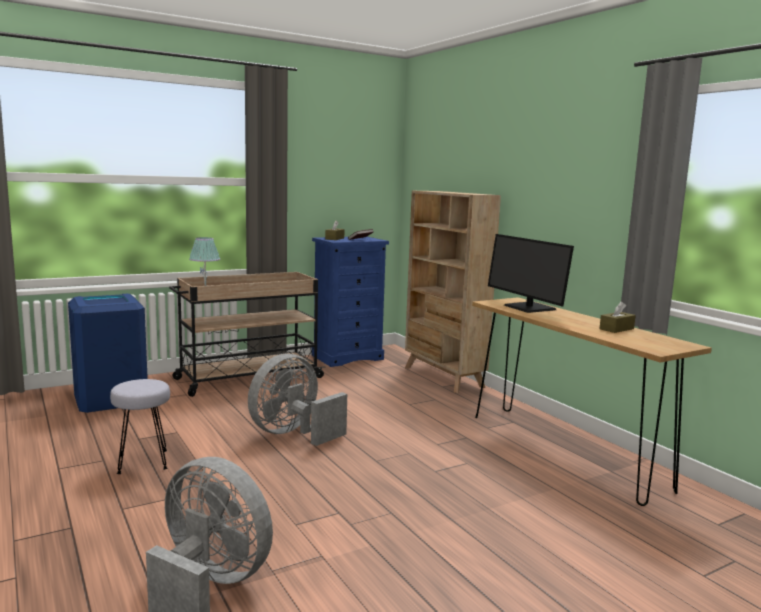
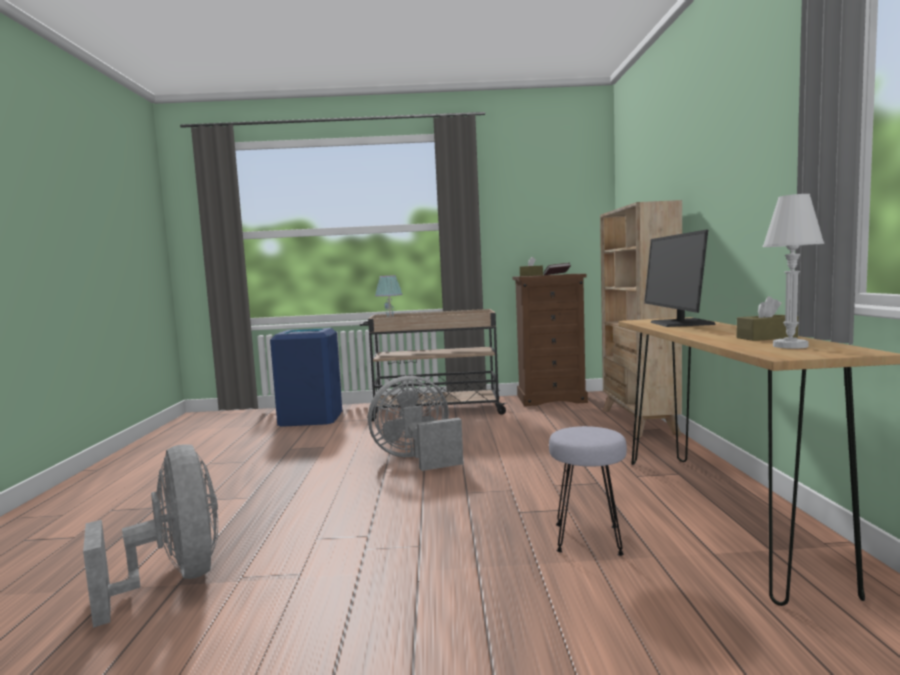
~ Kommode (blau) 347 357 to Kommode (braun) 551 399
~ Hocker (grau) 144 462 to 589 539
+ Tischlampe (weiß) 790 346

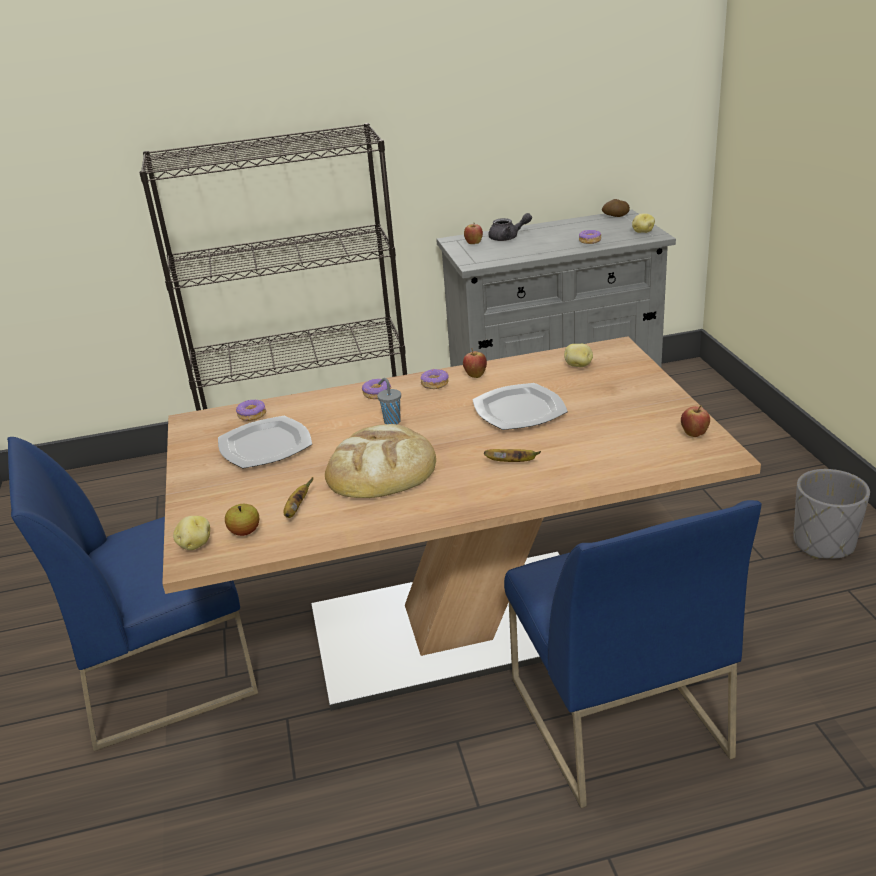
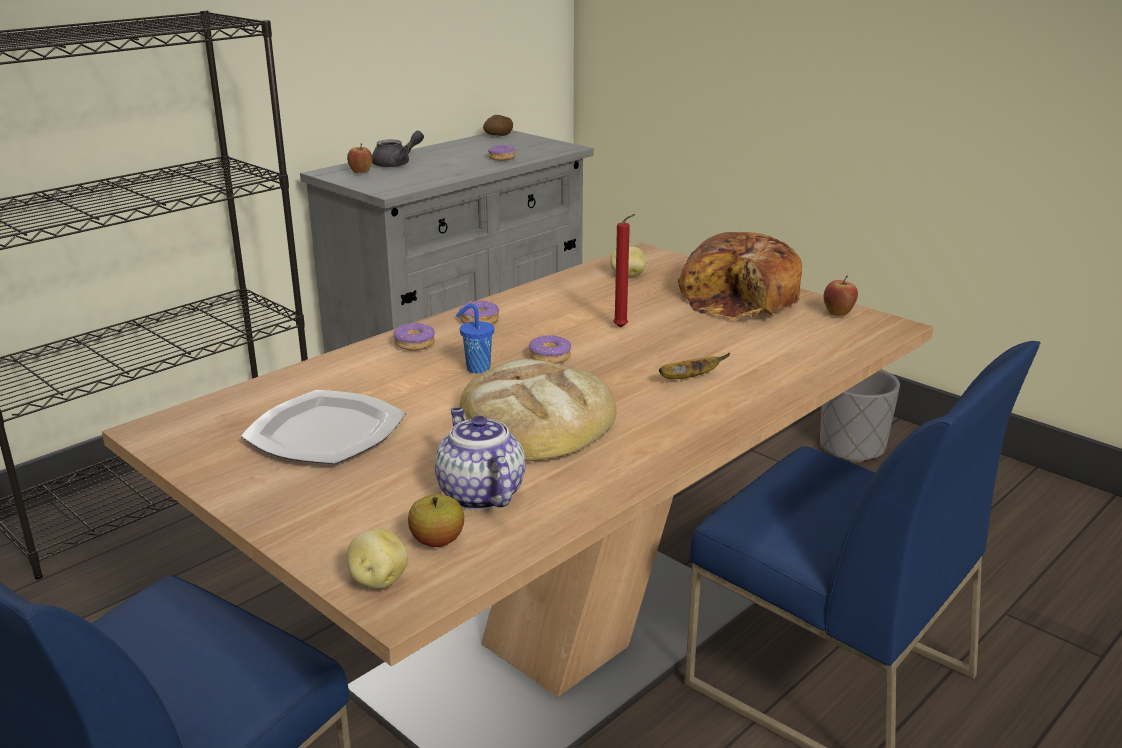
- Kartoffel 642 232
- Apfel 475 376
~ Tasse (grau) 391 421 to Tasse (blau) 476 369
~ Teller 519 410 to Kerze (rot) 622 328
~ Donut 252 415 to 550 357
~ Banane 296 509 to Teekanne 479 494
+ Brot 742 300

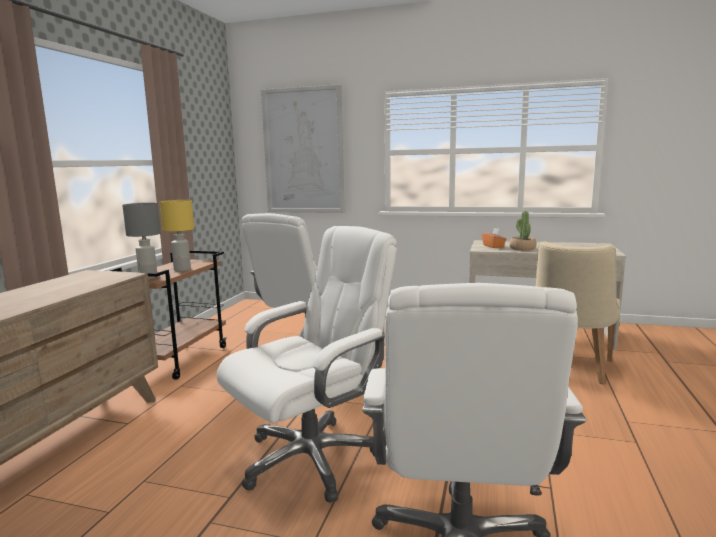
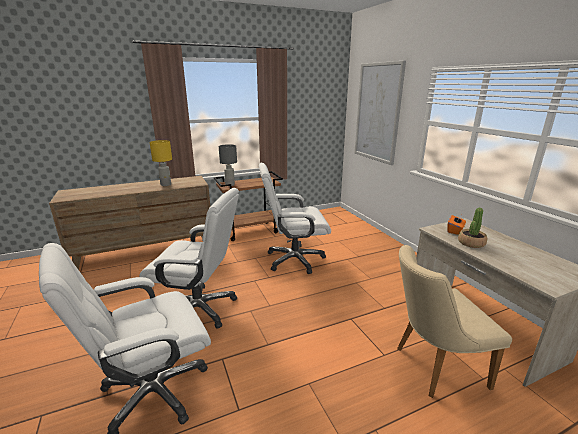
~ Tischlampe (gelb) 182 269 to 166 184

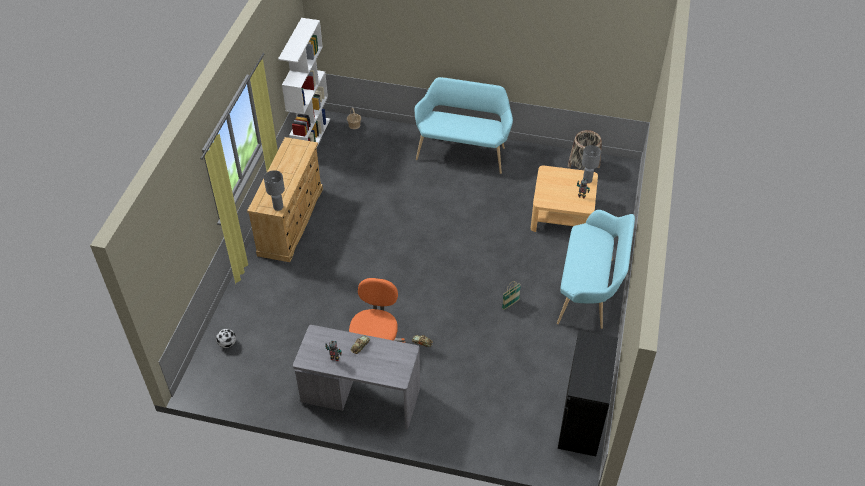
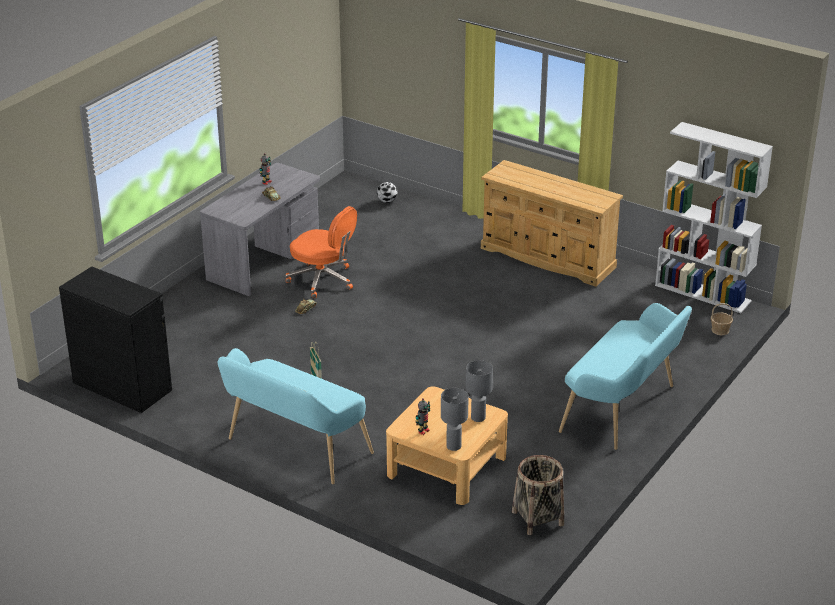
~ Tischlampe (grau) 278 207 to 478 418

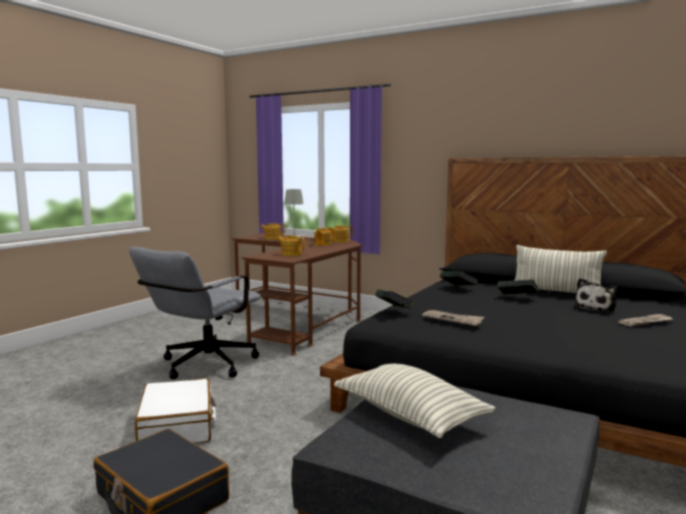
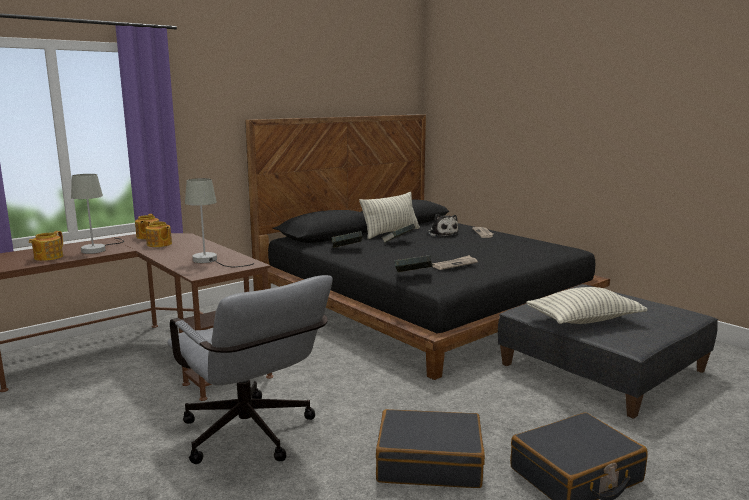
~ Teekanne 290 254 to Tischlampe (grau) 210 261
~ Koffer (weiß) 177 426 to Koffer (schwarz) 429 462

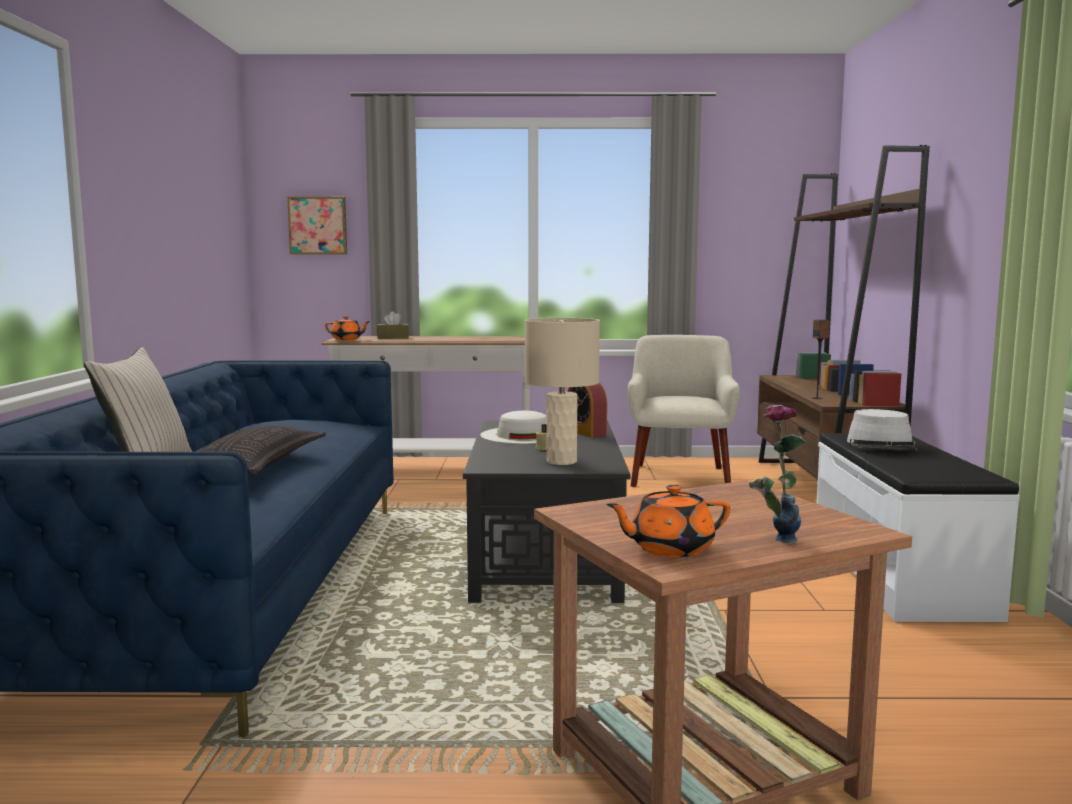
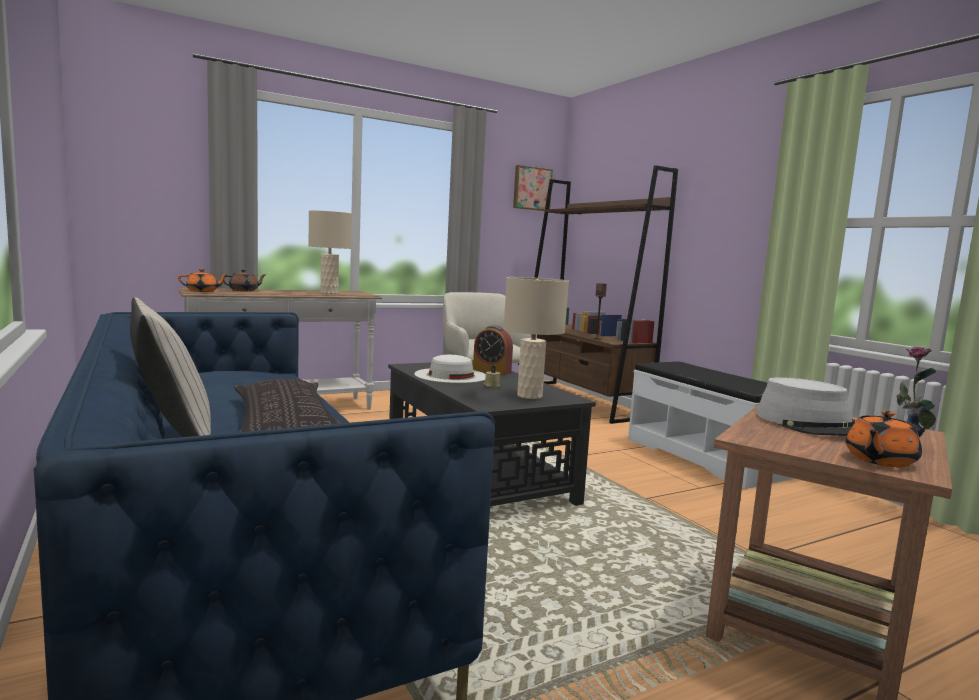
~ Bild 318 225 to 531 188
~ Taschentuchbox (braun) 393 337 to Teekanne (braun) 244 290
~ Hut (grau) 881 445 to 811 425
+ Tischlampe (beige) 329 293

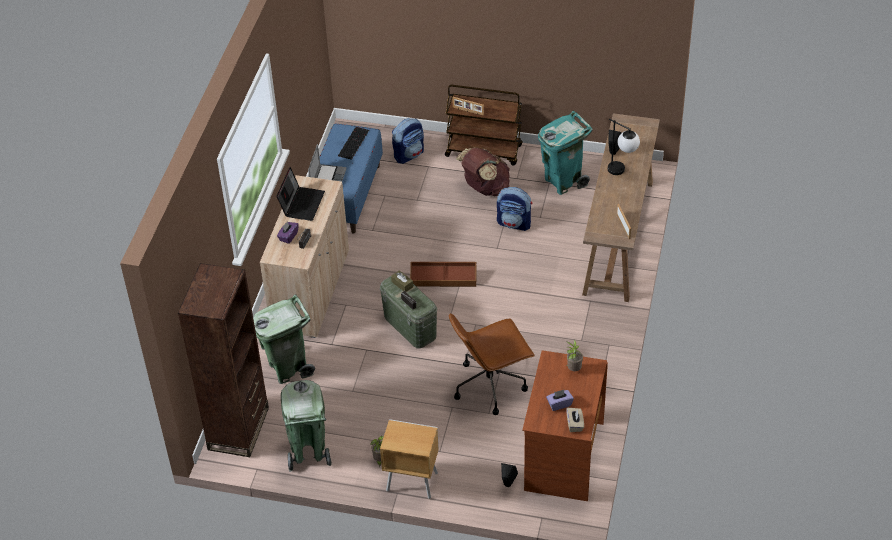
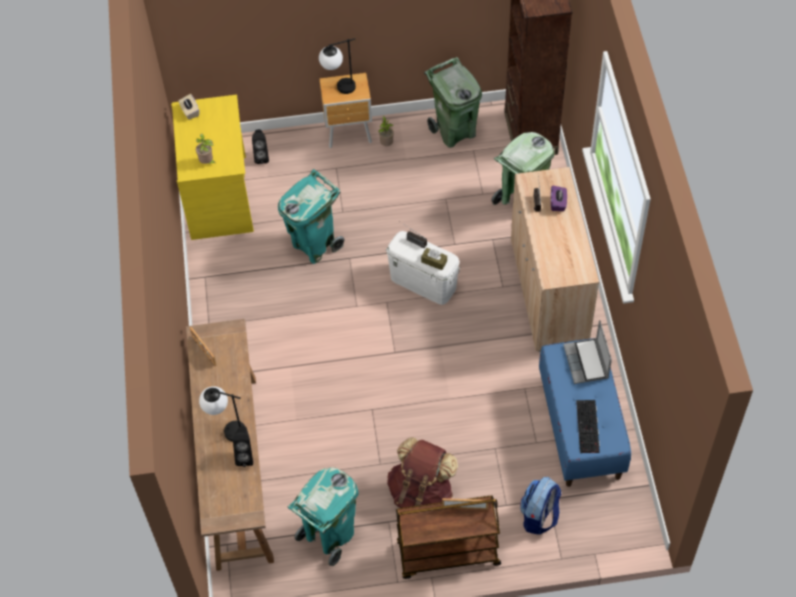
- Laptop 302 203
- Rucksack 514 223
- Aufbewahrungsbox (braun) 443 279
~ Aufbewahrungsbox (grün) 409 326 to Aufbewahrungsbox (weiß) 423 282
~ Bürostuhl (braun) 490 385 to Mülleimer (türkis) 314 245
~ Schreibtisch (braun) 563 456 to Schreibtisch (gelb) 220 197
- Taschentuchbox (lila) 559 404
+ Tischlampe 339 89

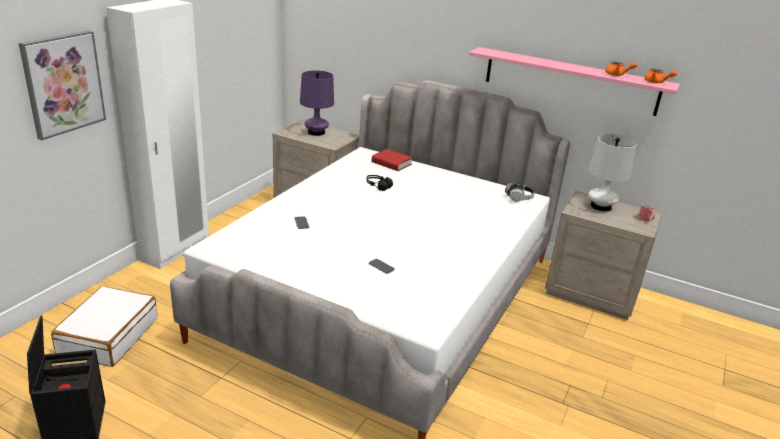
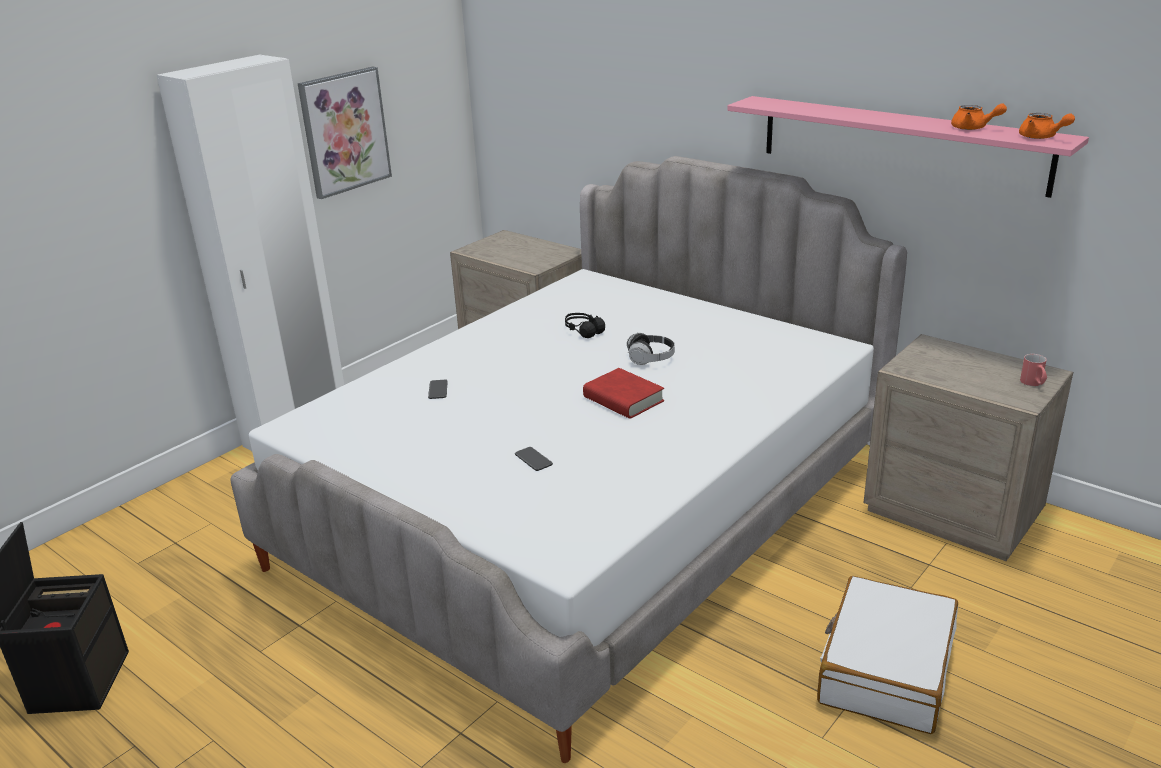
~ Bild 63 83 to 344 132
- Tischlampe (lila) 316 132
- Tischlampe (weiß) 600 206
~ Buch (rot) 391 163 to 623 399
~ Kopfhörer 519 198 to 650 359
~ Koffer (weiß) 108 336 to 885 669

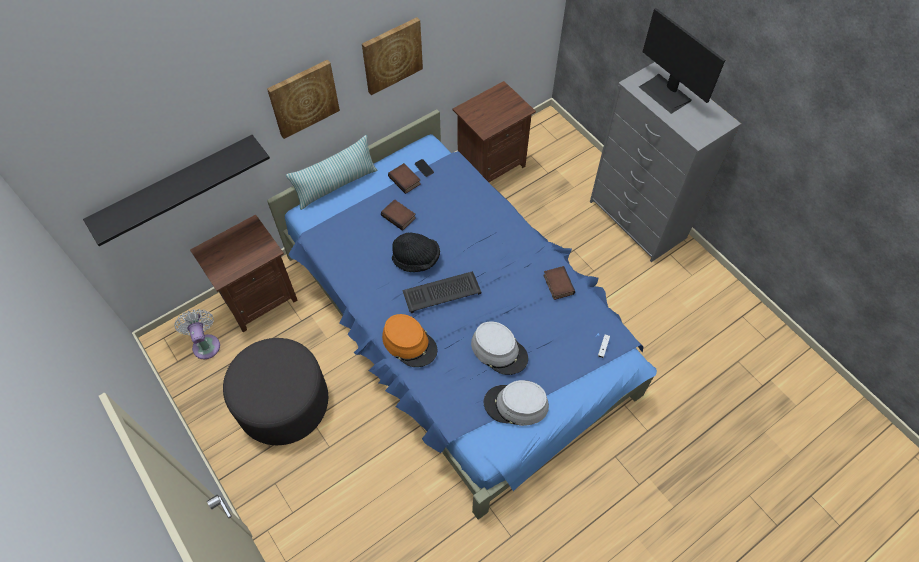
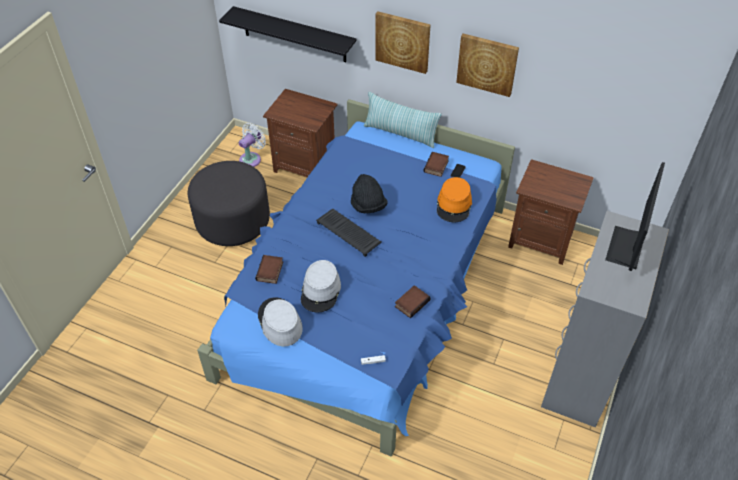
~ Buch 399 216 to 270 272
~ Hut (orange) 409 343 to 454 205

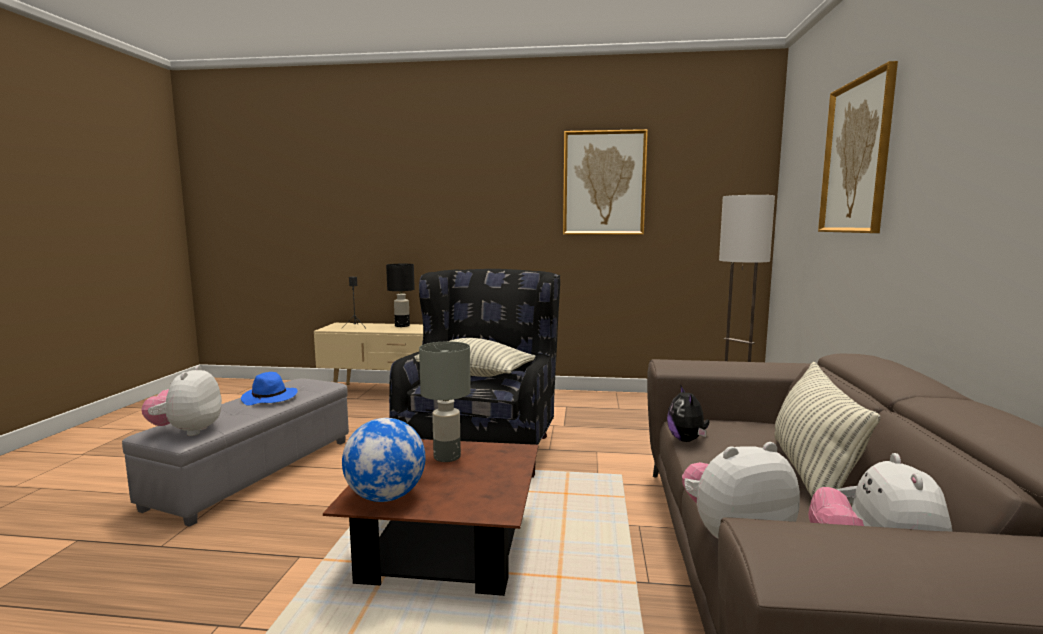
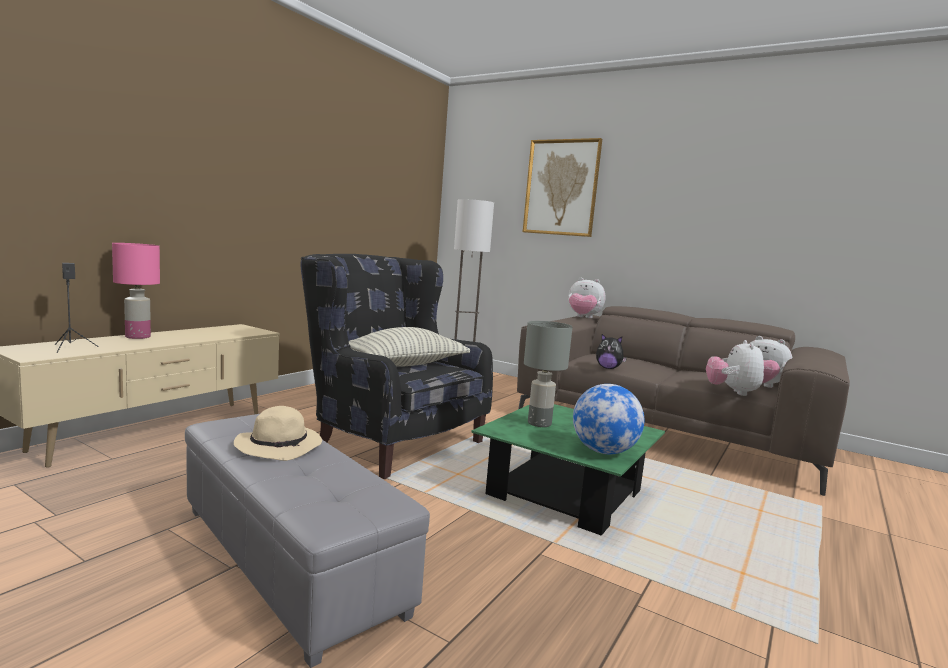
- Bild 604 183
~ Tischlampe (schwarz) 402 326 to Tischlampe (rosa) 137 337
- Kissen 811 474
~ Plüschtier 187 431 to 583 317
~ Hut (blau) 270 399 to Hut (beige) 280 446
~ Couchtisch (braun) 446 546 to Couchtisch (grün) 565 493

